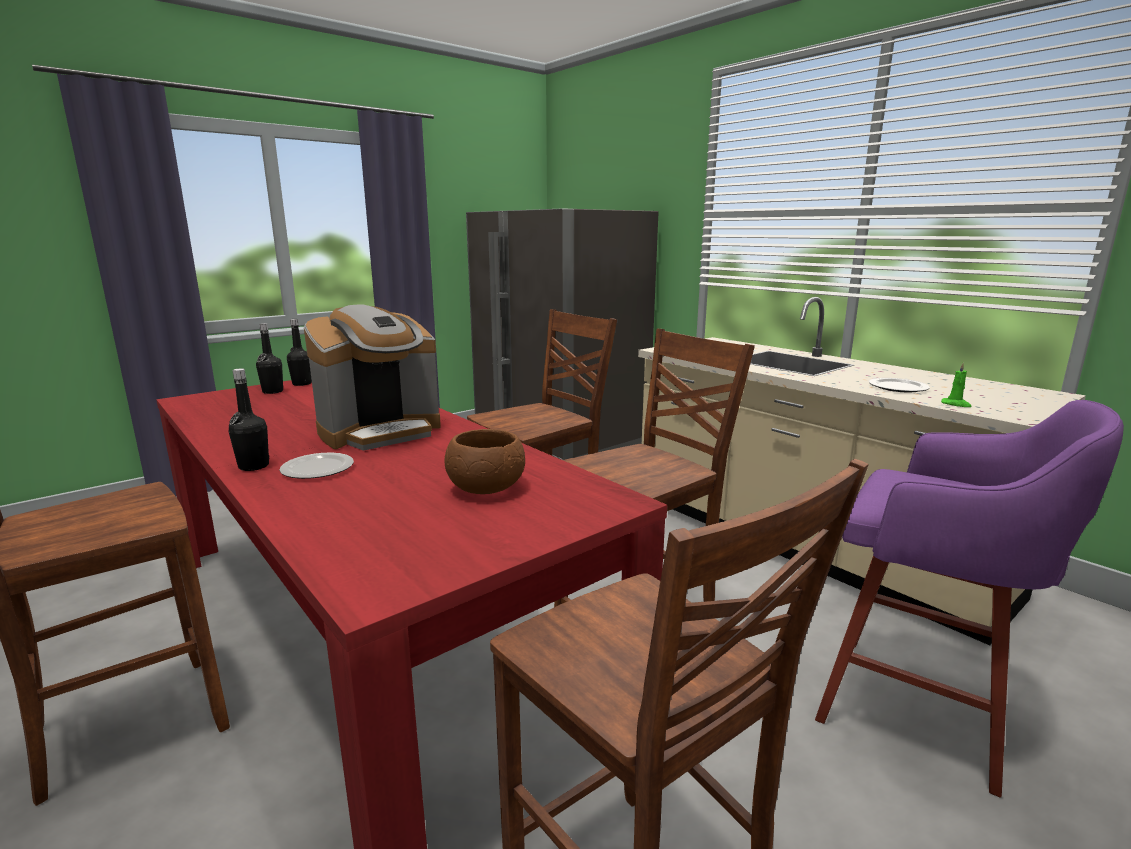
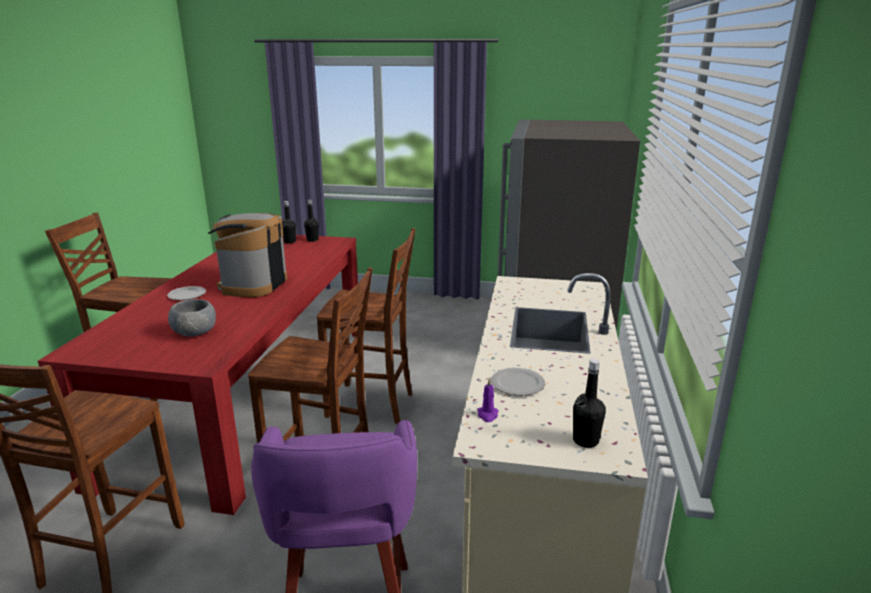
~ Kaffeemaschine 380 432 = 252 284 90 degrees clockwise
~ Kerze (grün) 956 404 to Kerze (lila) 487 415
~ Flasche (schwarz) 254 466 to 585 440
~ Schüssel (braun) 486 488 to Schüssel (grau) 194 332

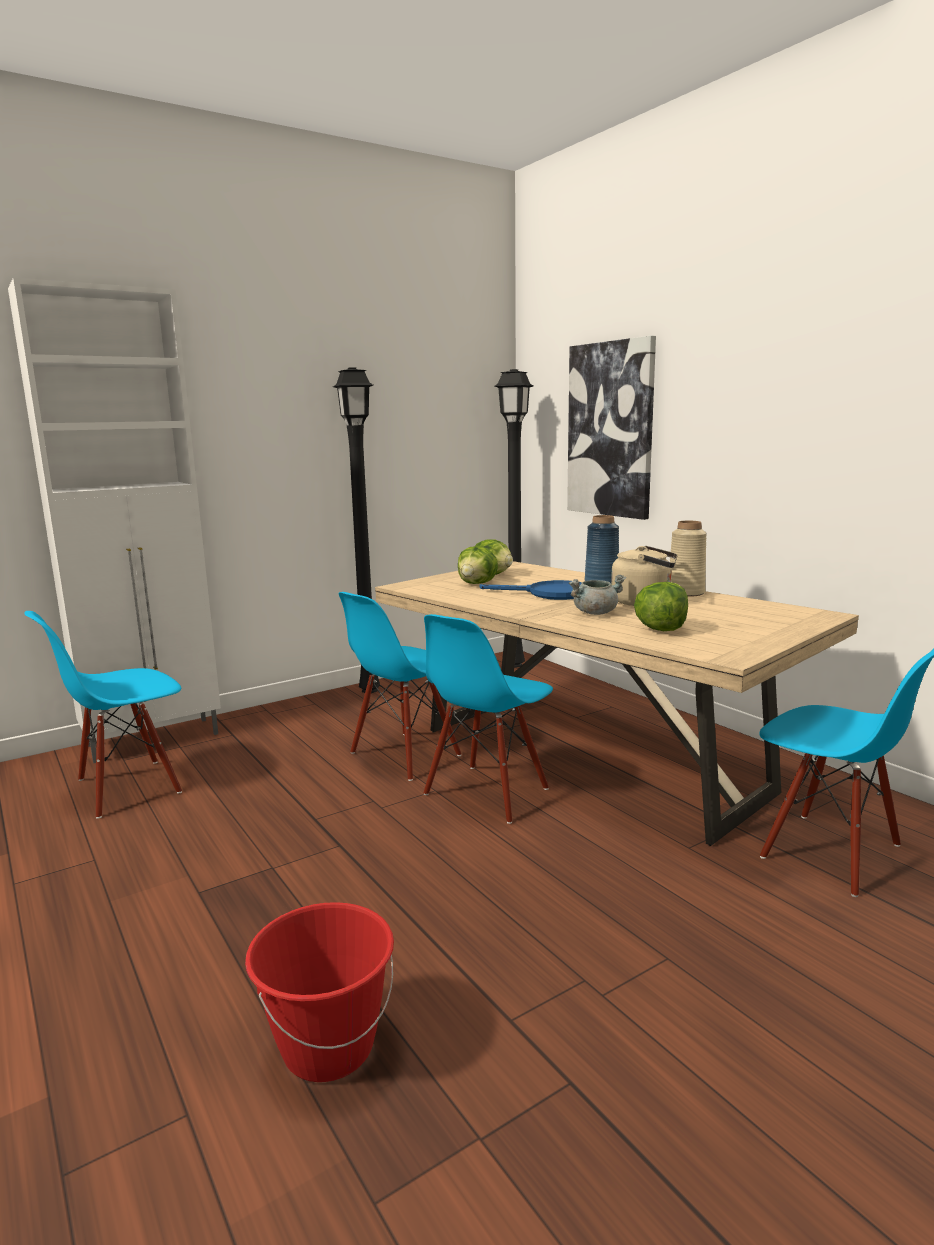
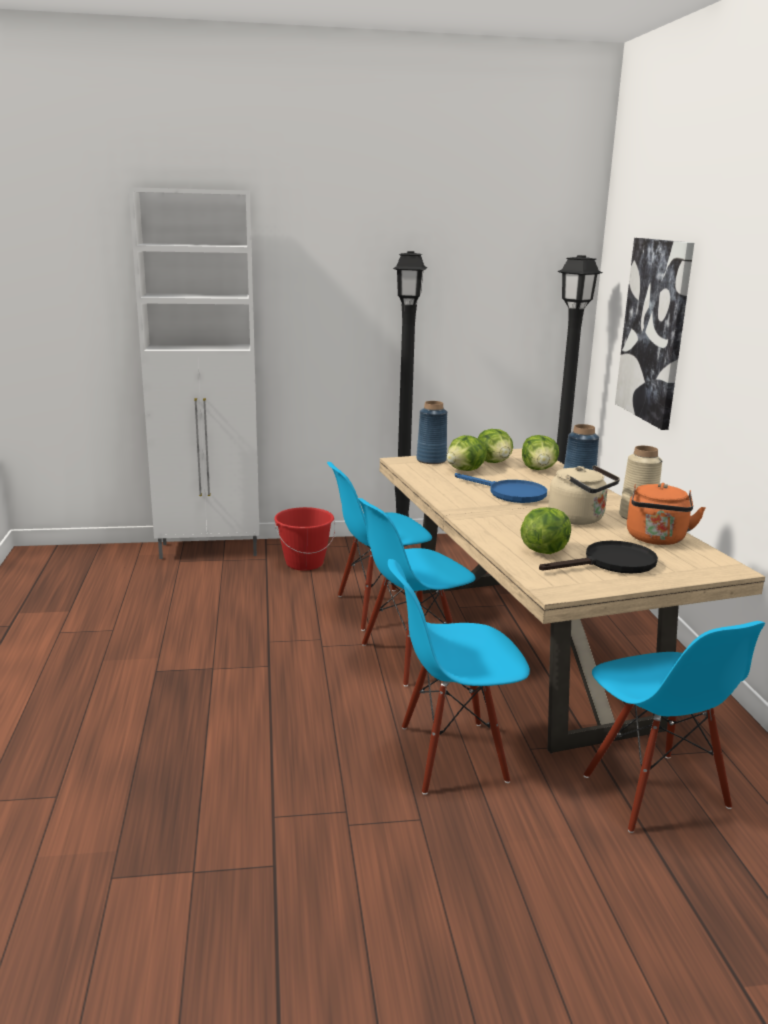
- Kochtopf (grau) 595 613
~ Stuhl (blau) 127 787 to 451 755
~ Eimer (rot) 328 1047 to 304 563
+ Vase (blau) 431 460
+ Salatkopf 539 469
+ Wasserkessel (orange) 656 539
+ Pfanne (schwarz) 611 563

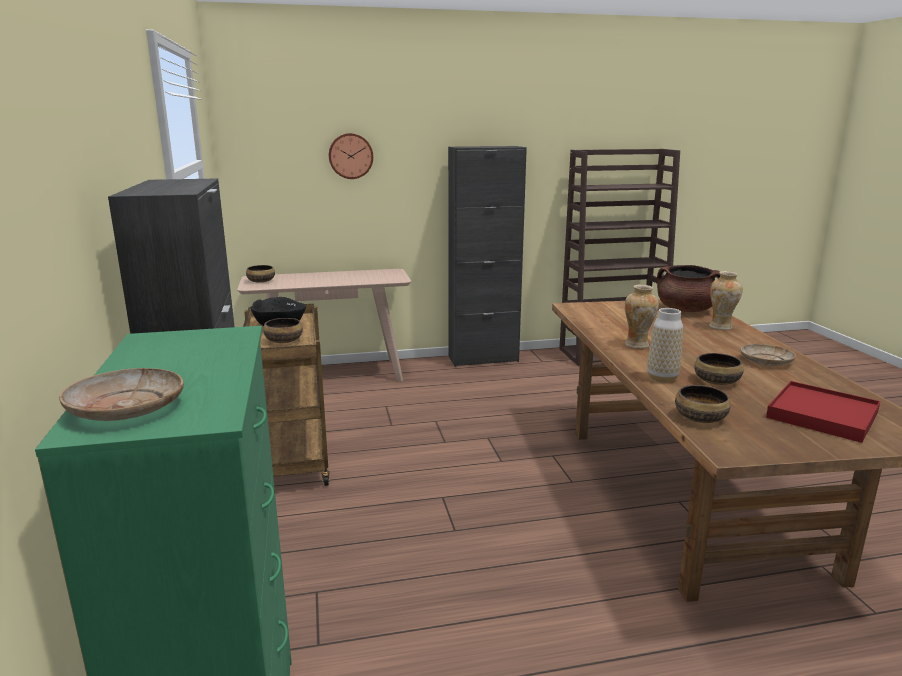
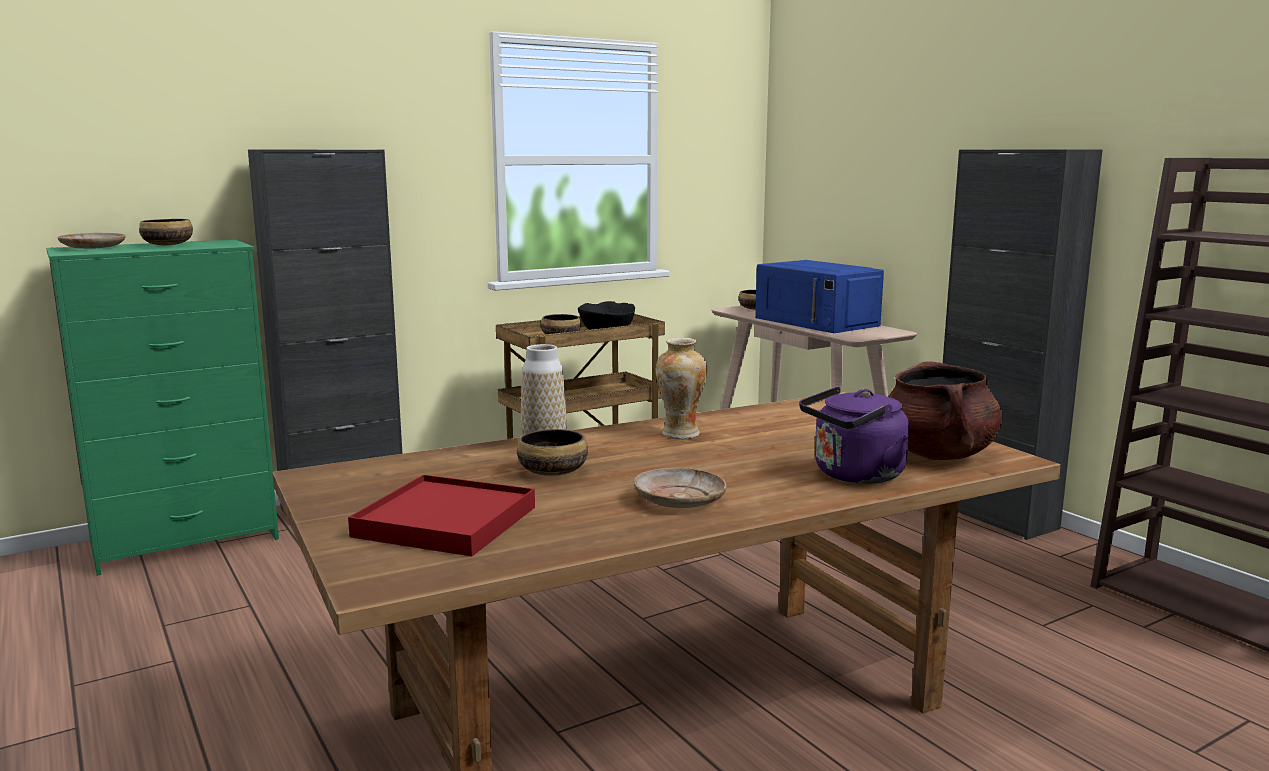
- Wanduhr 350 156
~ Vase 721 327 to Wasserkessel (lila) 854 476
~ Schüssel 700 417 to 168 245
+ Mikrowelle (blau) 817 322

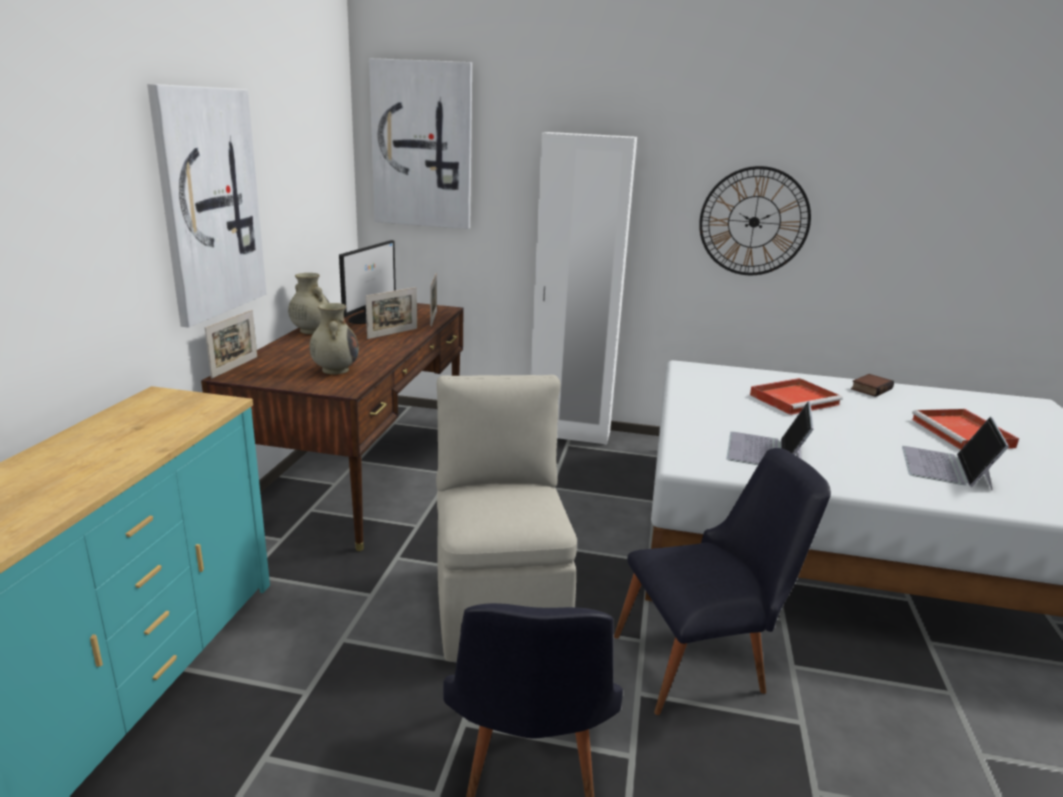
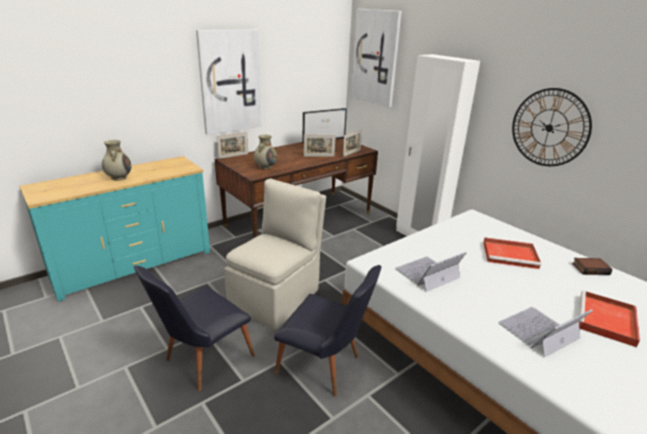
~ Vase (beige) 311 330 to 119 177

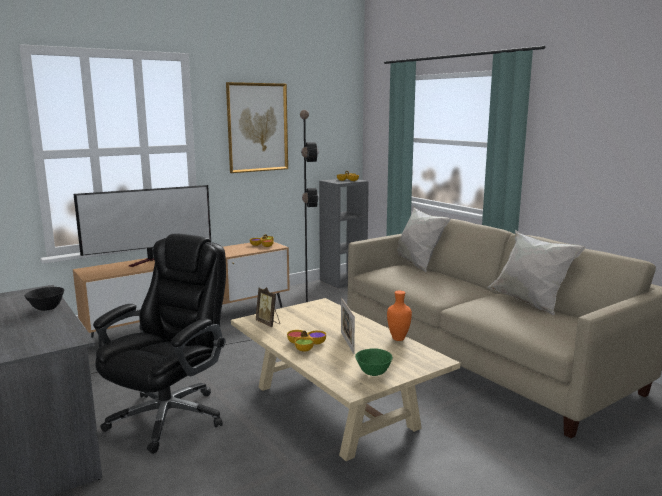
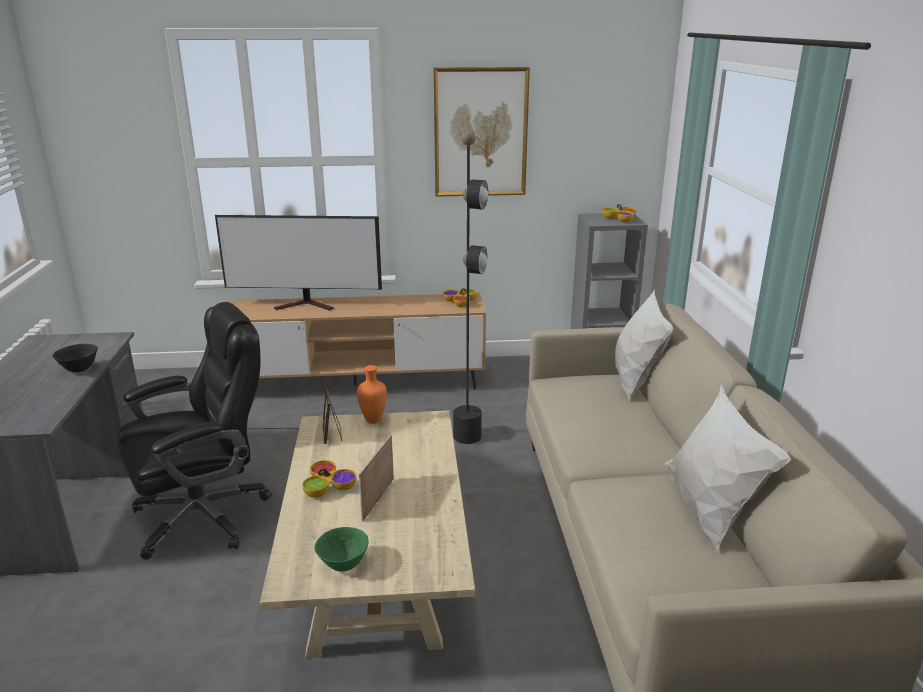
~ Vase (orange) 398 338 to 373 420

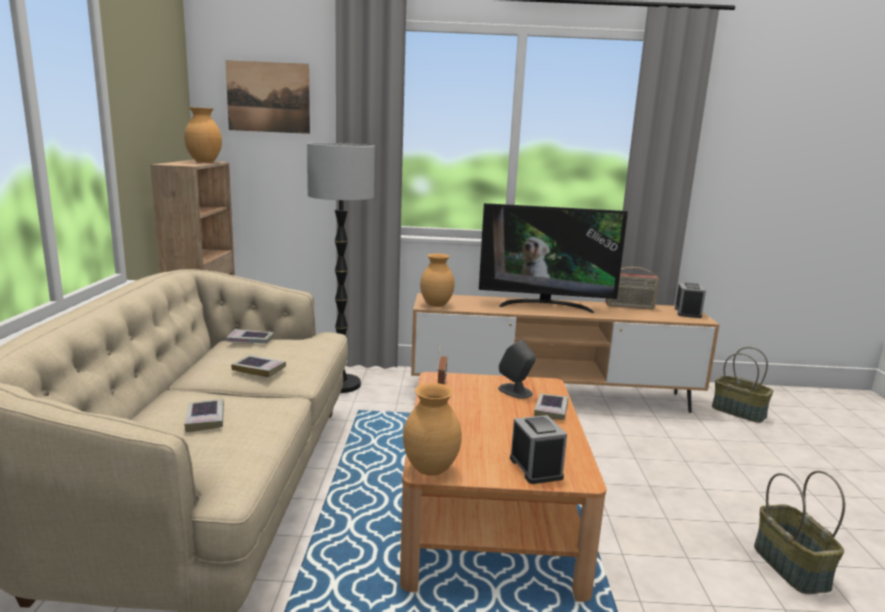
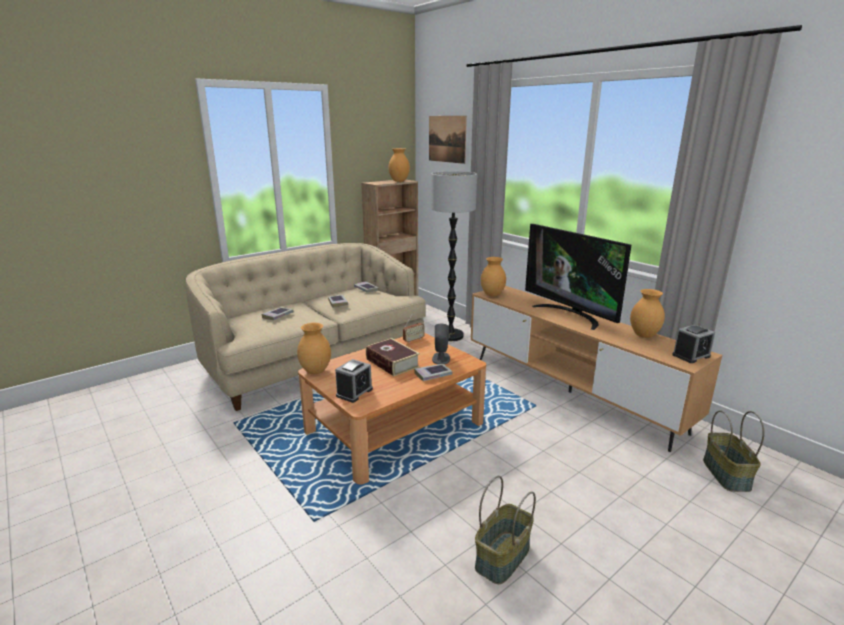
~ Radio 629 307 to Vase (braun) 644 335
+ Buch 392 363

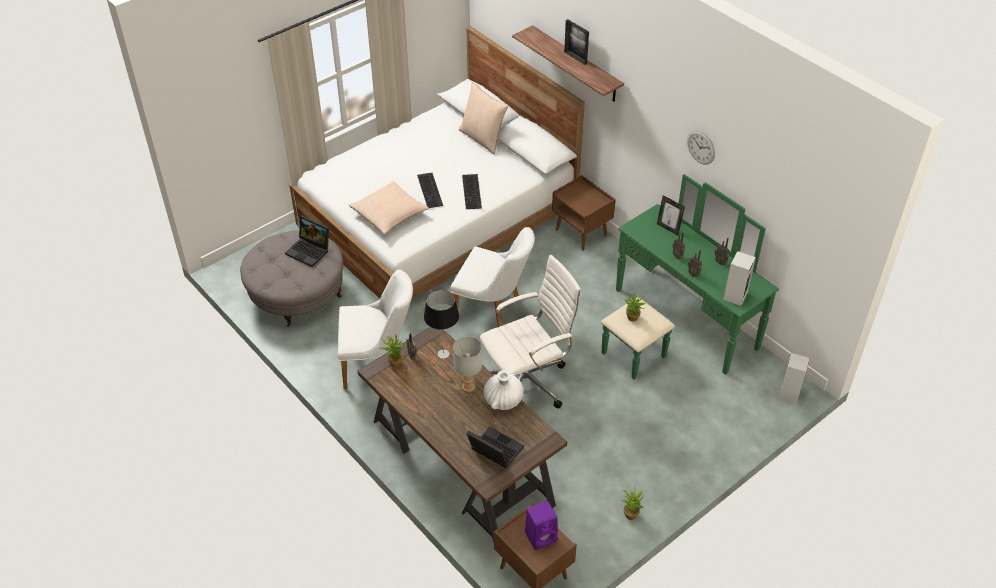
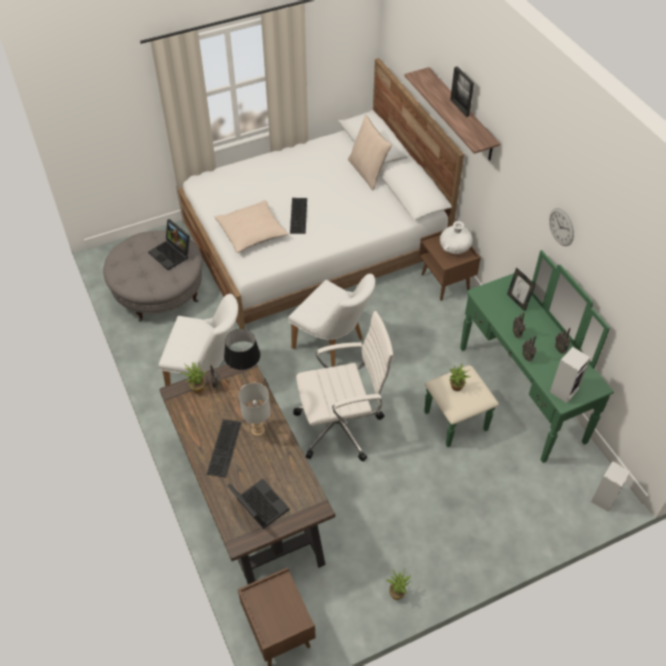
~ Tastatur 472 192 to 225 448
~ Vase (weiß) 503 400 to 455 248
- Lautsprecher (lila) 541 536

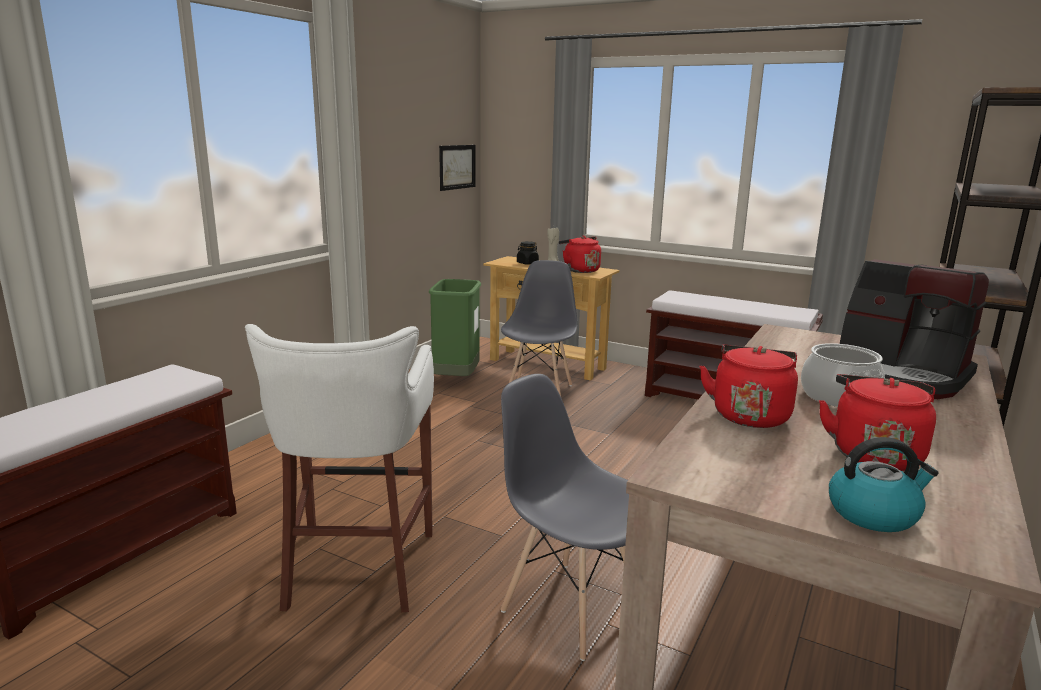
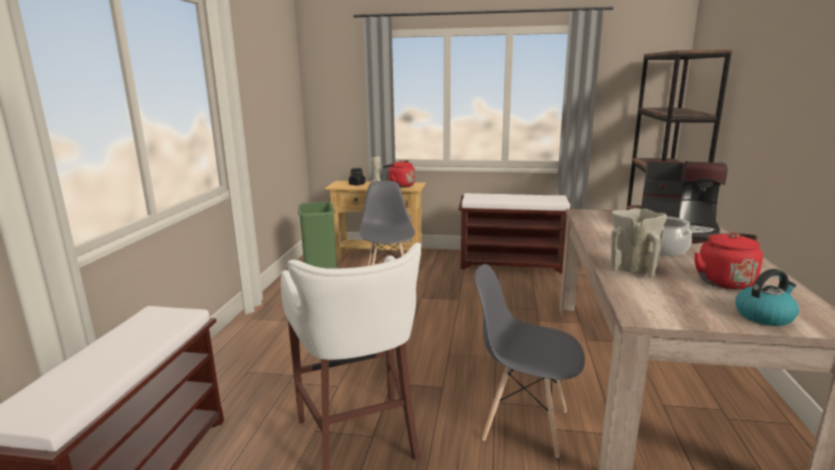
- Bild 457 167
~ Wasserkessel (rot) 749 415 to Vase (beige) 632 269

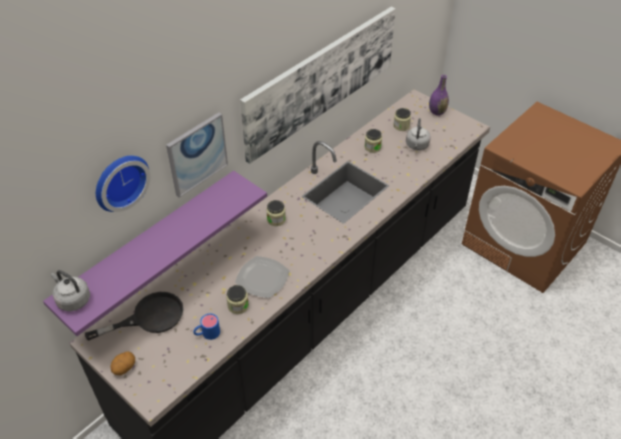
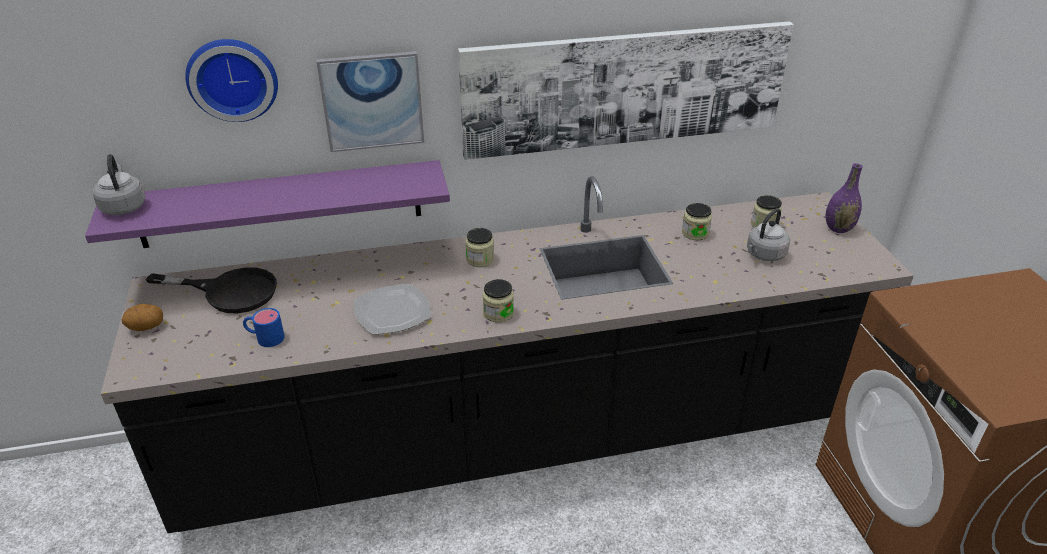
~ Vorratsglas 238 306 to 498 313

